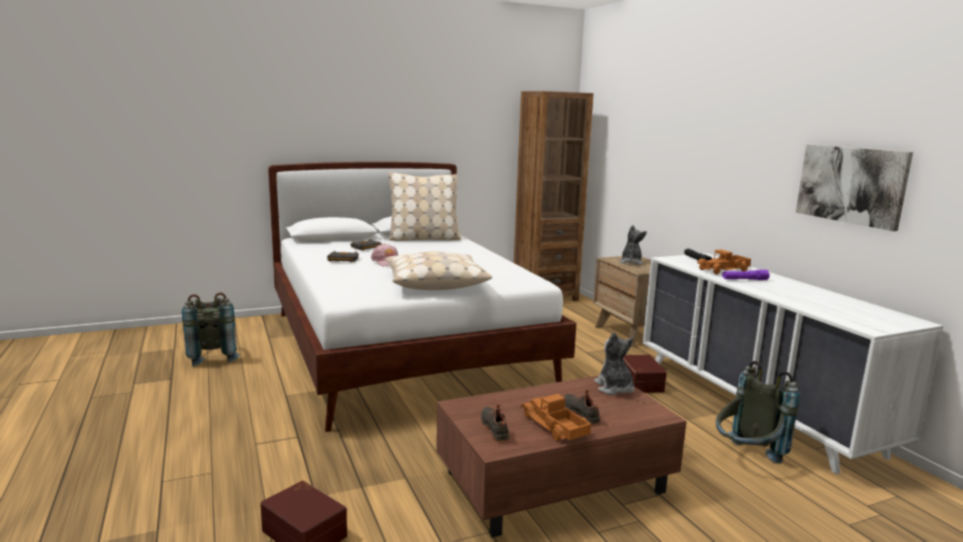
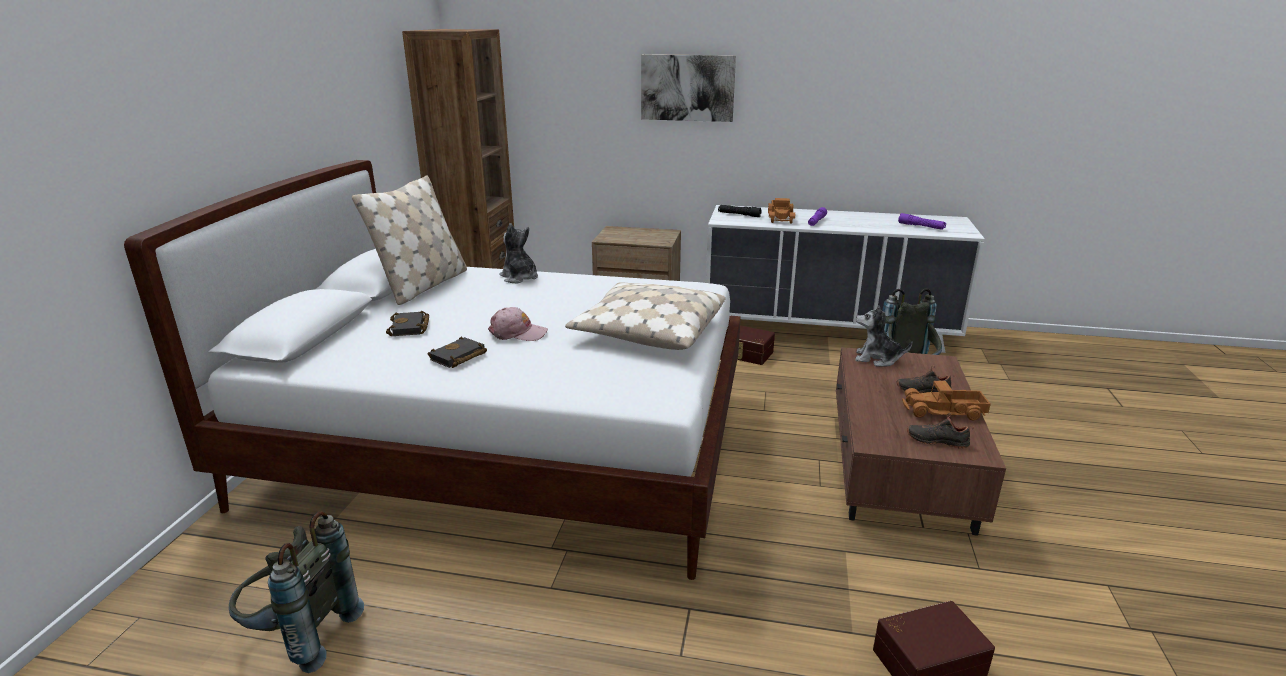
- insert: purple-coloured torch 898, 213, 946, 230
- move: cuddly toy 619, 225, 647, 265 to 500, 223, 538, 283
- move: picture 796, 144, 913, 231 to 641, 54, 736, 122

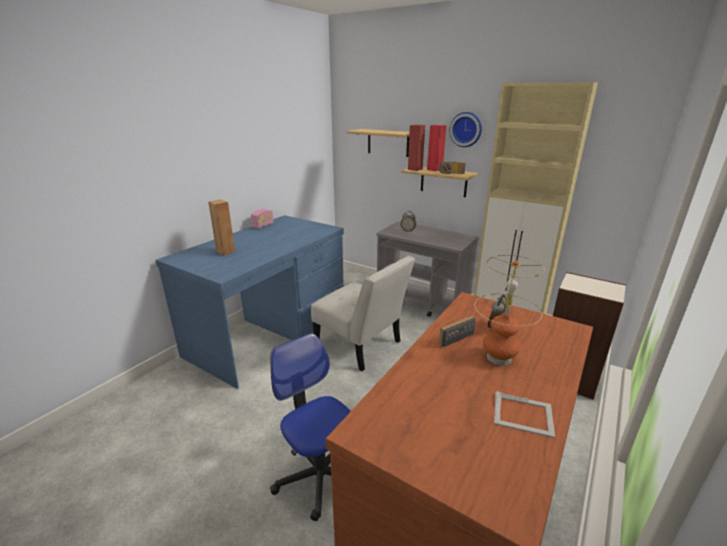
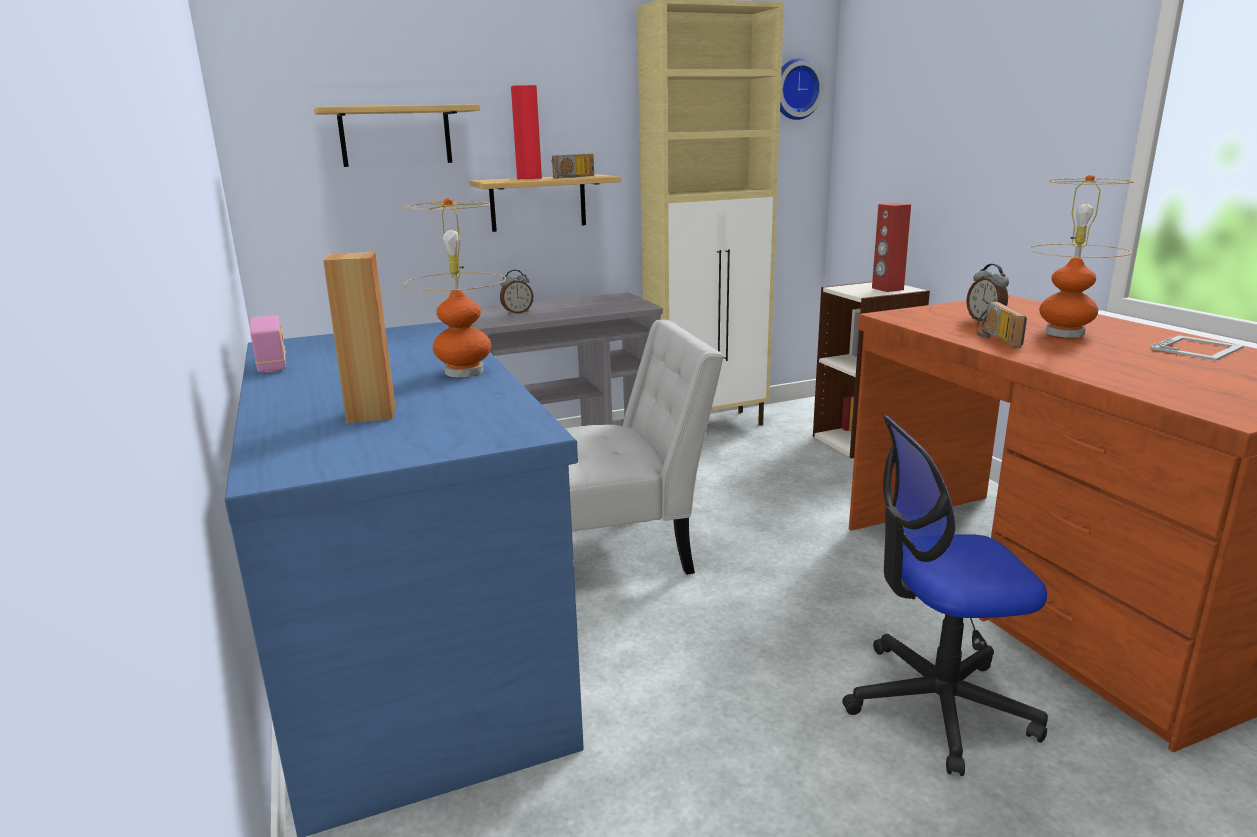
- insert: lamp for a table 404, 198, 506, 378
- move: reddish speaker 408, 124, 425, 171 to 872, 203, 911, 292
- move: hanging clock 450, 112, 482, 147 to 780, 58, 824, 120

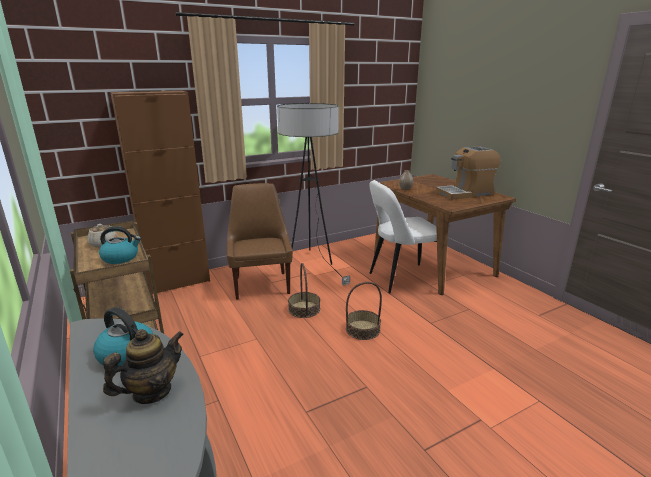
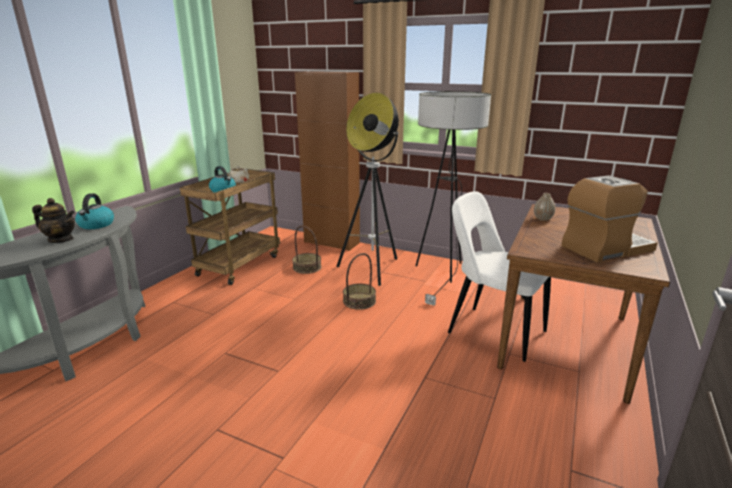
- move: household basket 346, 282, 382, 340 to 292, 226, 321, 274
- replace: brown-coloured chair 227, 183, 293, 300 to standard lamp 337, 93, 399, 286
- rotate: coffee maker 435, 146, 500, 200 = 561, 175, 657, 262 120 degrees clockwise

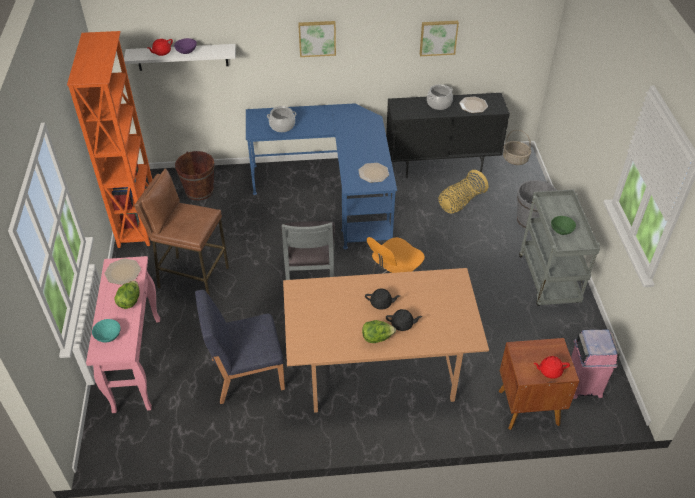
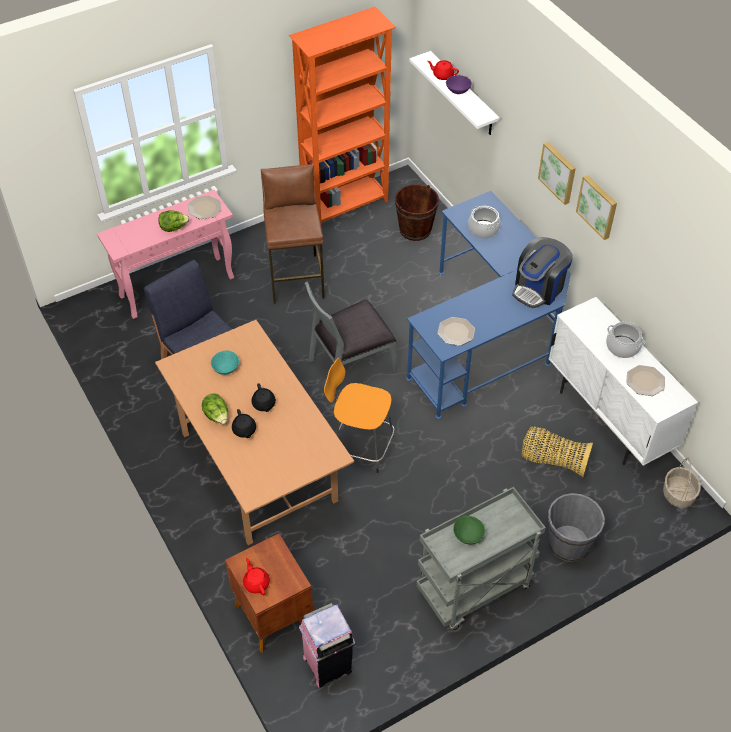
- insert: coffee maker 512, 237, 573, 308
- move: turquoise-coloured serving bowl 92, 319, 121, 342 to 211, 350, 239, 375
- move: picture 420, 21, 459, 56 to 576, 175, 617, 240
- recolor: black-coloured storage cabinet 386, 93, 510, 178 to white storage cabinet 549, 297, 698, 466

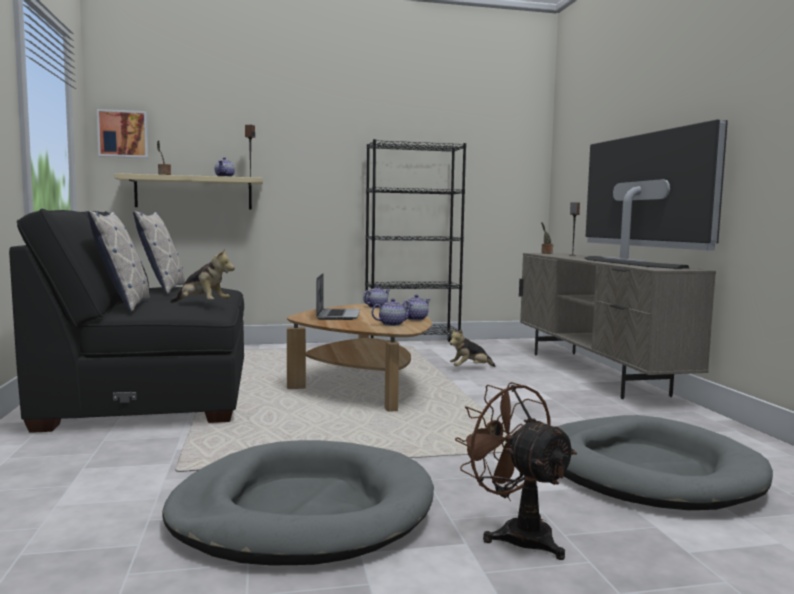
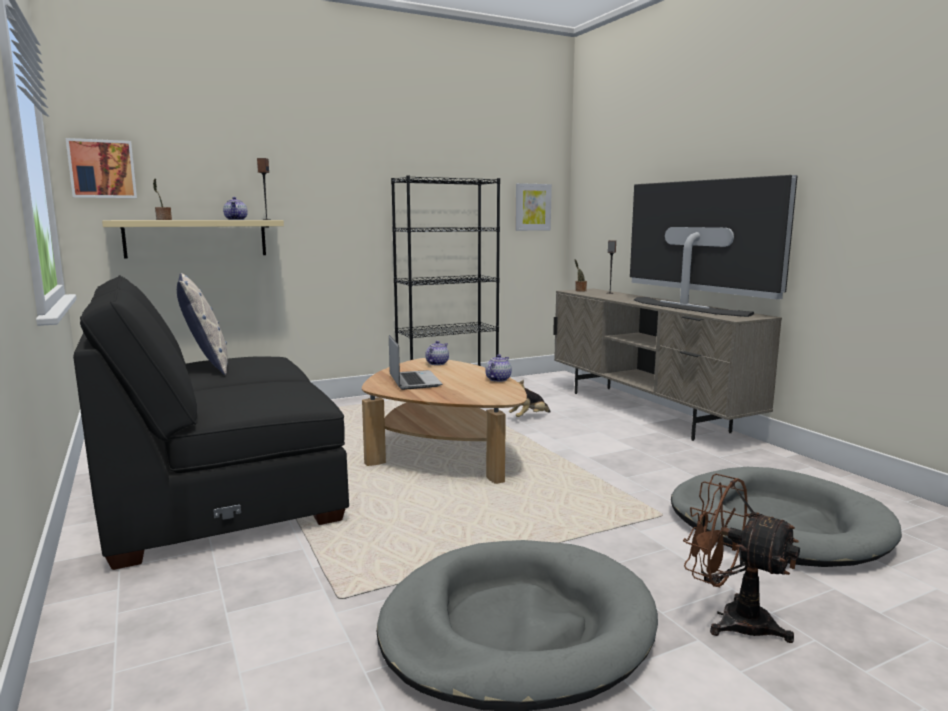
- delete: throw pillow 88, 211, 150, 311
- delete: cuddly toy 170, 248, 235, 303
- delete: pot for tea 372, 299, 412, 326
- insert: picture 515, 183, 552, 231

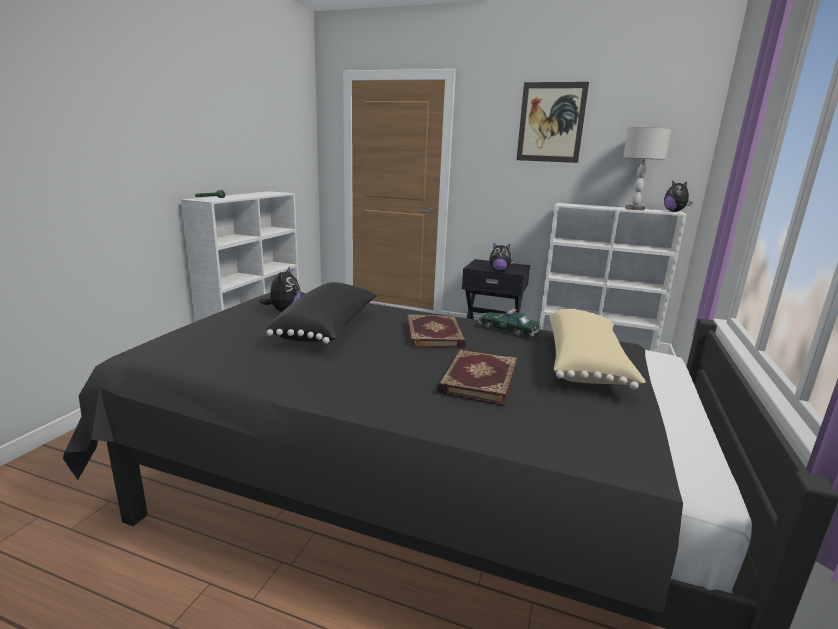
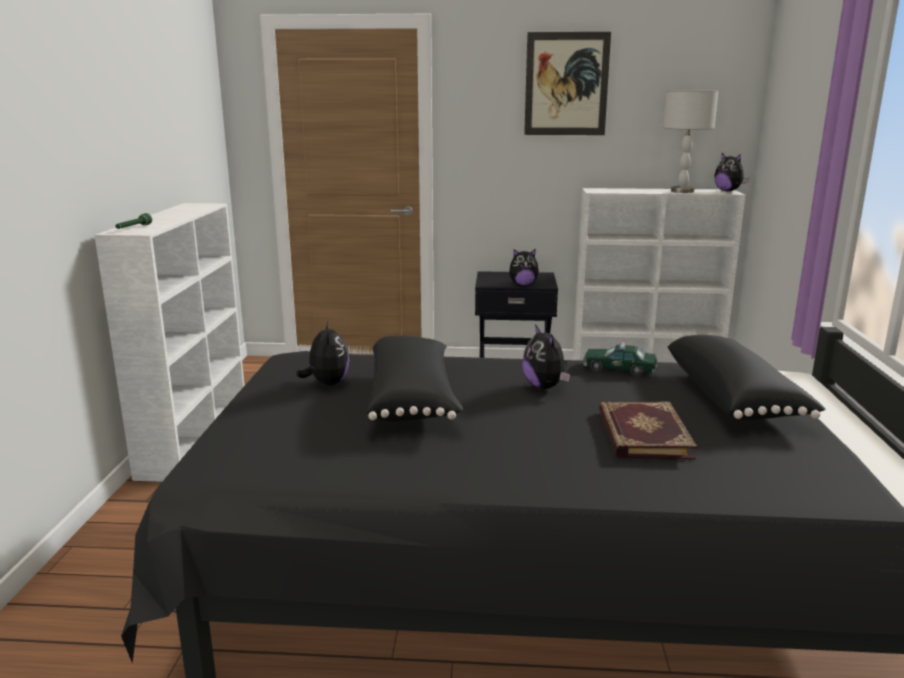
- replace: volume 407, 314, 466, 349 to cuddly toy 522, 324, 570, 389
- recolor: beige throw pillow 549, 309, 646, 389 to black-coloured throw pillow 667, 335, 825, 420

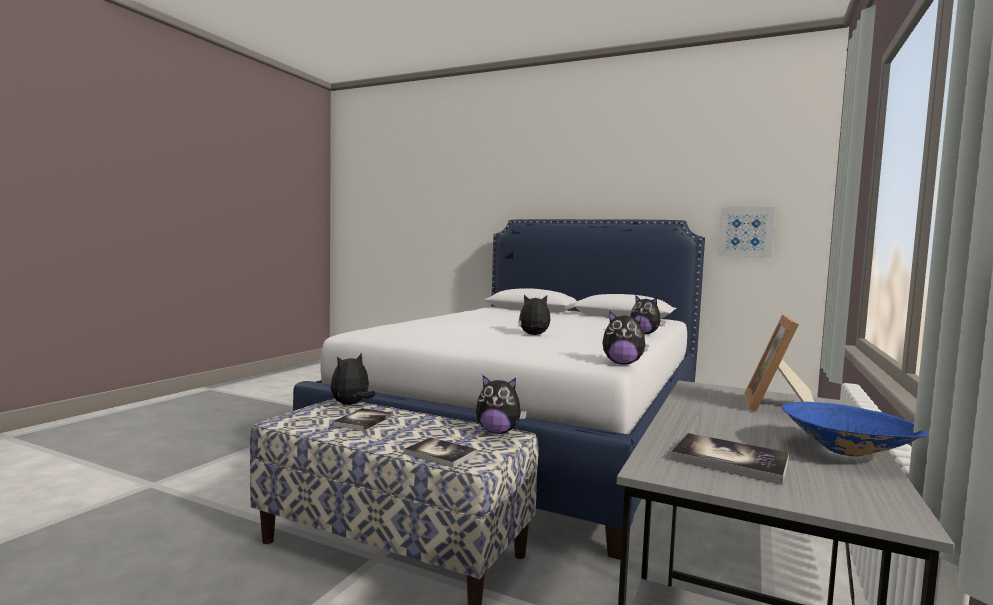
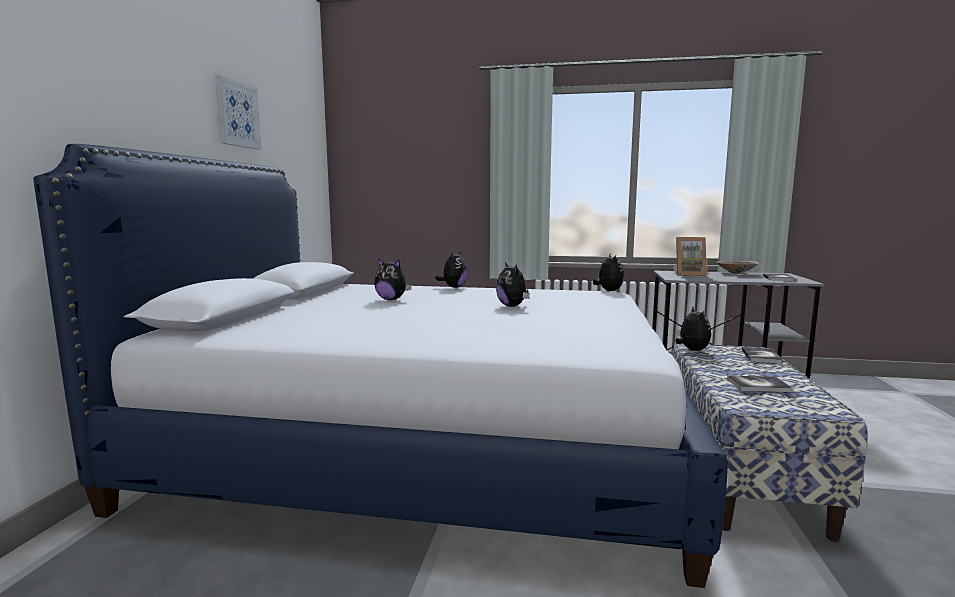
- move: cuddly toy 331, 353, 375, 405 to 374, 258, 412, 300
- move: picture 718, 207, 775, 258 to 215, 75, 262, 150
- recolor: bluish serving bowl 782, 402, 927, 457 to beige serving bowl 716, 261, 759, 274

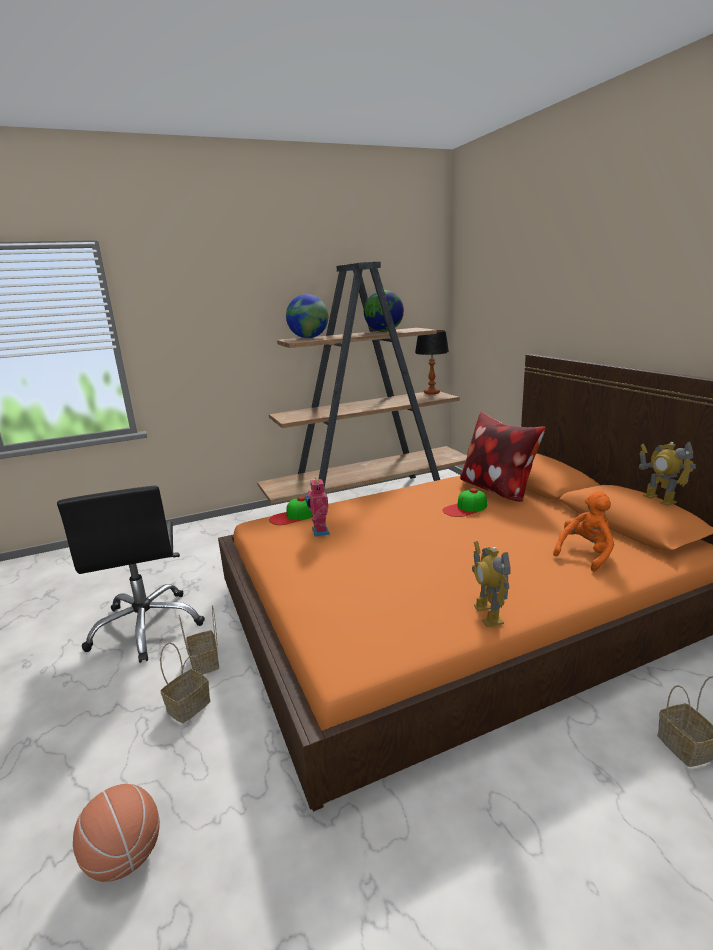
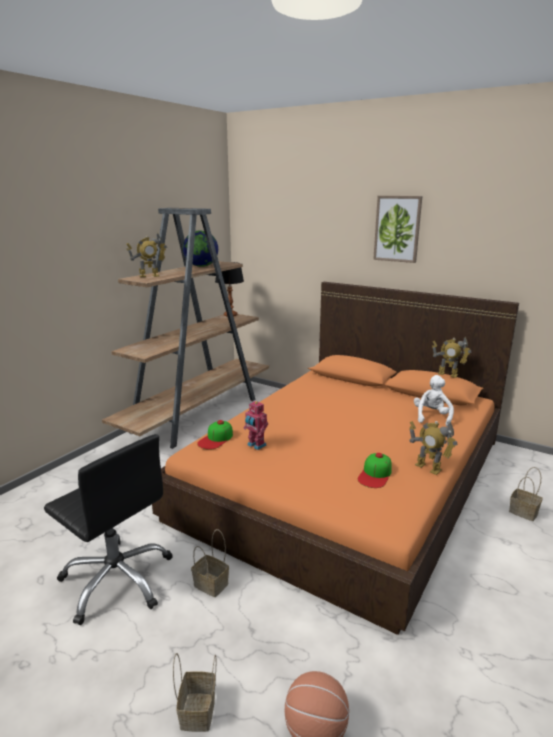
- delete: throw pillow 460, 412, 546, 502
- insert: picture 373, 196, 422, 263
- move: household basket 160, 643, 210, 723 to 173, 653, 216, 732
- move: peaked cap 442, 488, 487, 517 to 358, 453, 392, 488
- replace: desk globe 286, 294, 328, 338 to model robot 126, 233, 167, 277
- recolor: orangey cuddly toy 553, 491, 614, 572 to white cuddly toy 414, 375, 454, 427

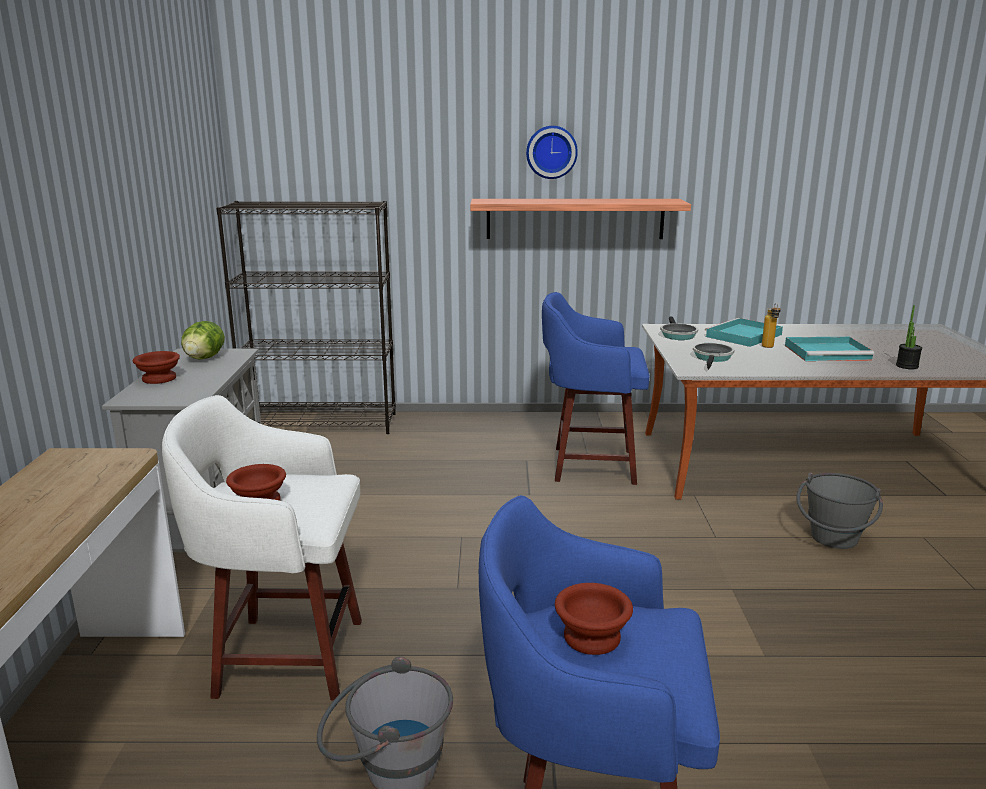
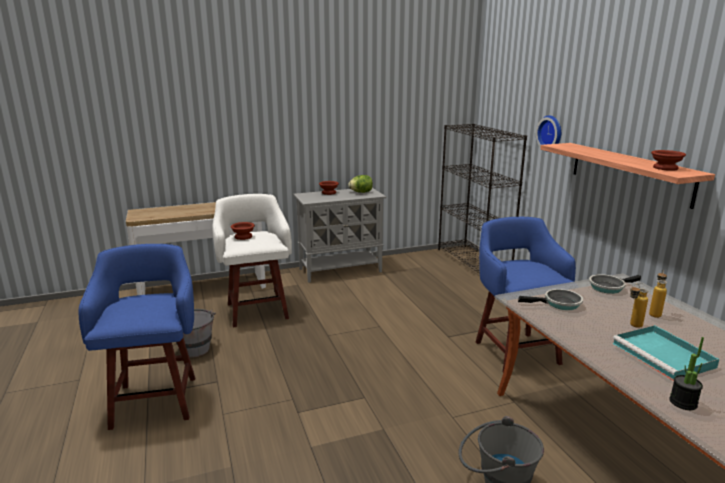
- move: hanging clock 526, 126, 578, 179 to 536, 115, 561, 152
- move: brown-coloured serving bowl 555, 583, 633, 655 to 651, 150, 686, 171
- replace: turquoise-coloured tray 705, 318, 783, 347 to beverage bottle 649, 270, 667, 318

